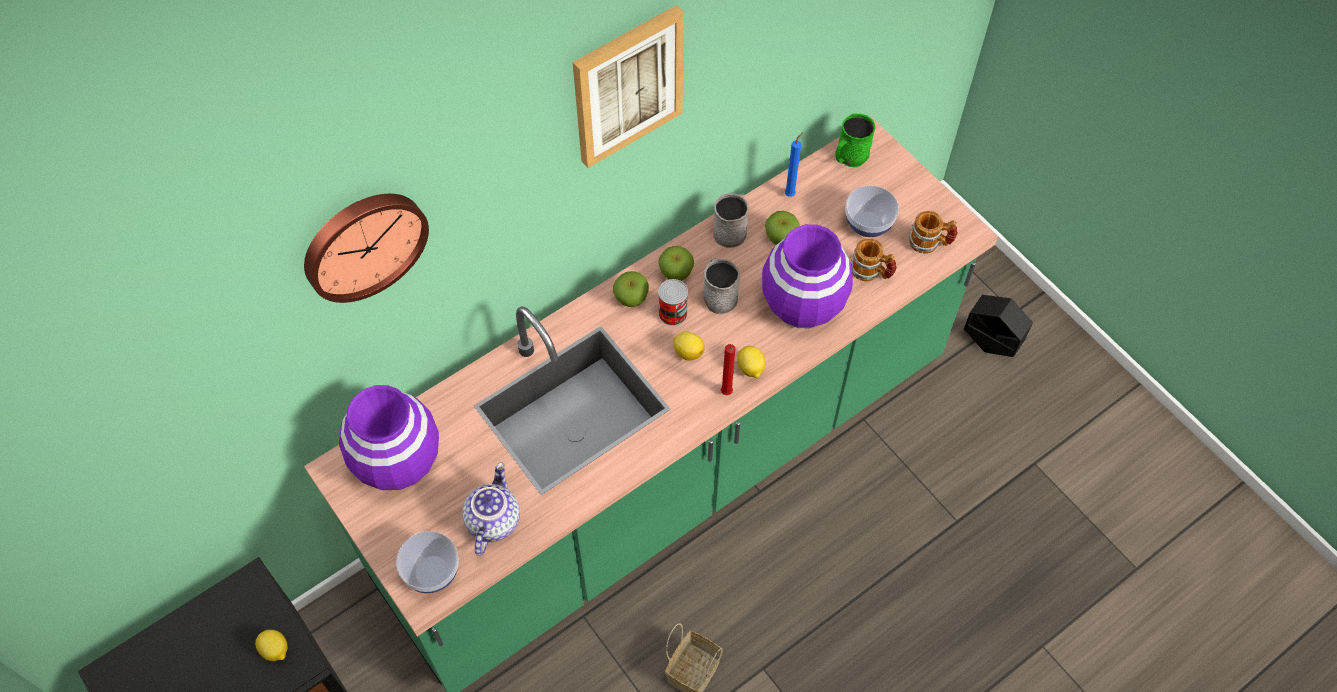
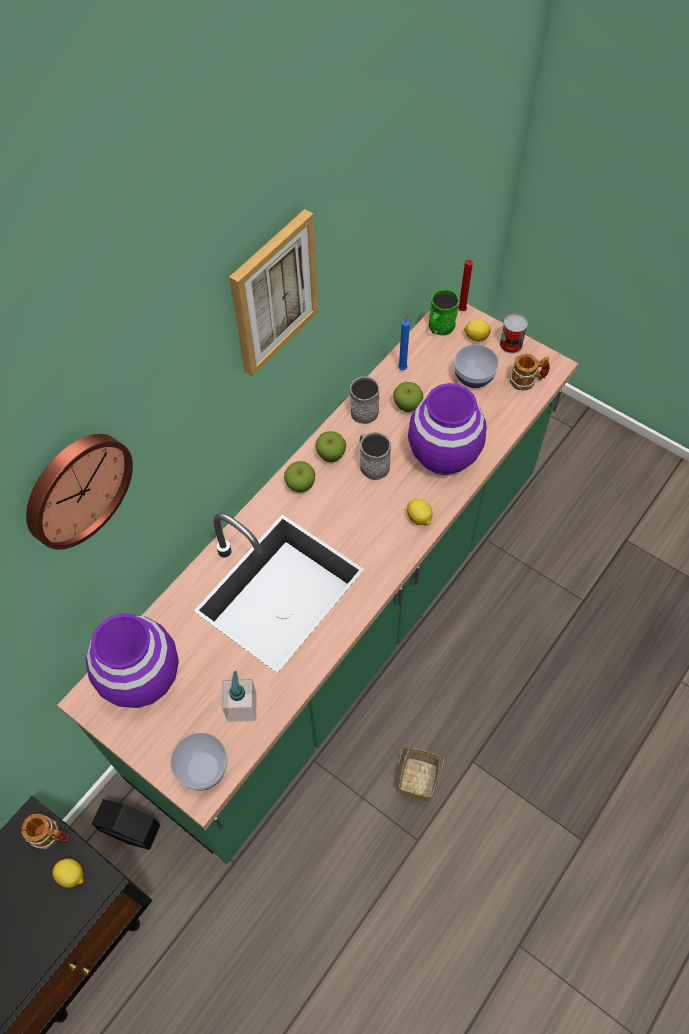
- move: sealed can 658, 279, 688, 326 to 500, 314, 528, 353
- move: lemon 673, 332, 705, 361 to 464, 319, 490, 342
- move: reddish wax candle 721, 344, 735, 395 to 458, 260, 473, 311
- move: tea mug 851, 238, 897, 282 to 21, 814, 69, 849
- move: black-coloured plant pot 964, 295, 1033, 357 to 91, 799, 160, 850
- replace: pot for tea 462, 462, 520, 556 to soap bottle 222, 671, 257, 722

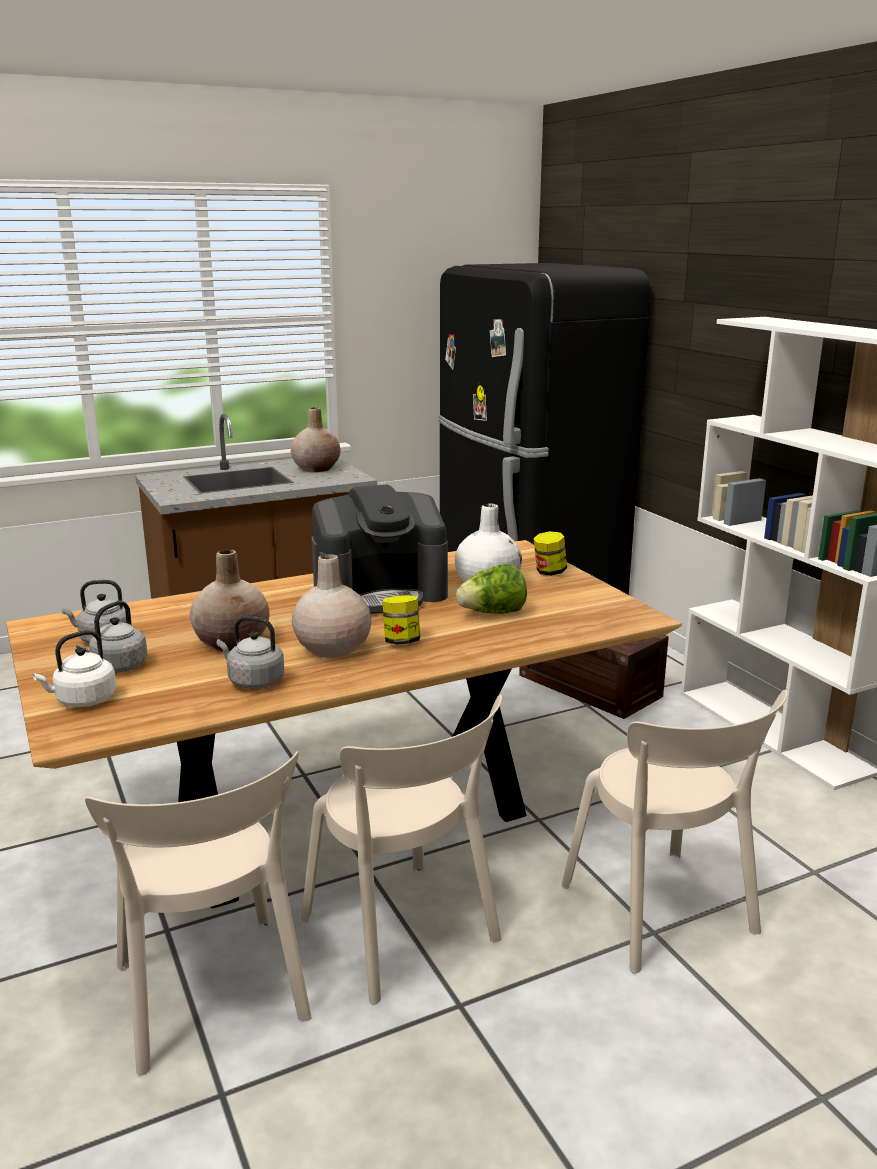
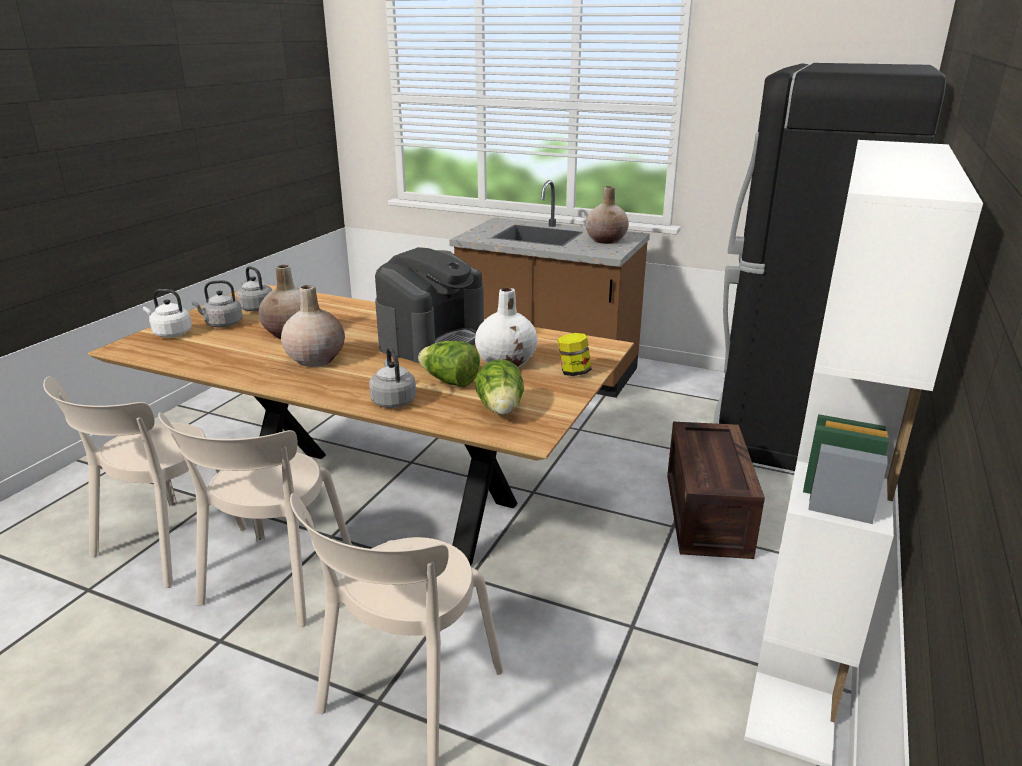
- delete: preserve jar 382, 595, 420, 644
- insert: lettuce head 475, 359, 524, 415
- move: gray water kettle 217, 616, 284, 689 to 369, 347, 416, 408
- rotate: coffee maker 312, 485, 448, 614 = 375, 247, 484, 363 90 degrees counterclockwise

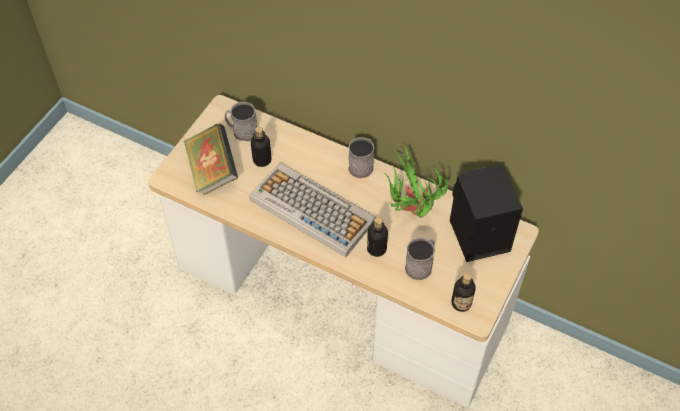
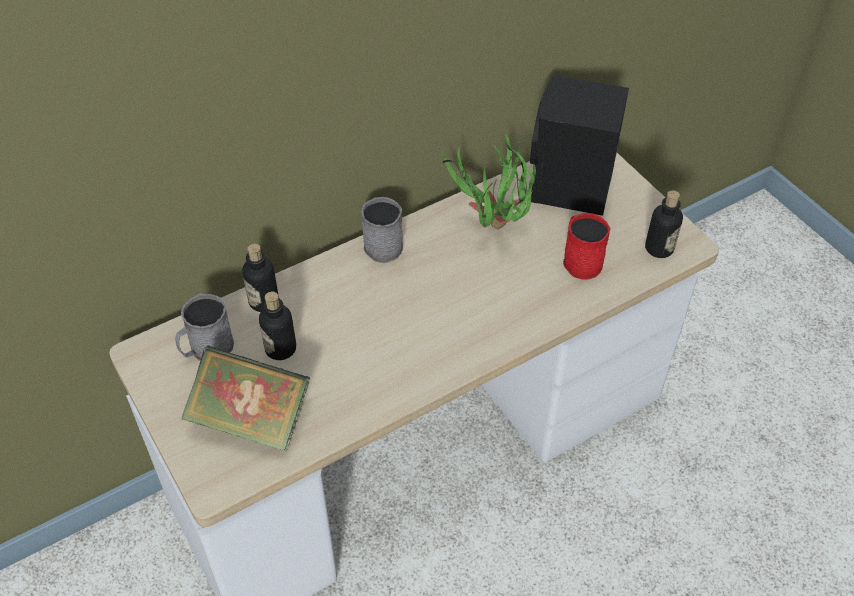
- delete: computer keyboard 249, 163, 377, 257
- move: beverage bottle 367, 217, 388, 257 to 242, 244, 278, 312
- recolor: gray tea mug 405, 237, 435, 280 to reddish tea mug 563, 213, 611, 280

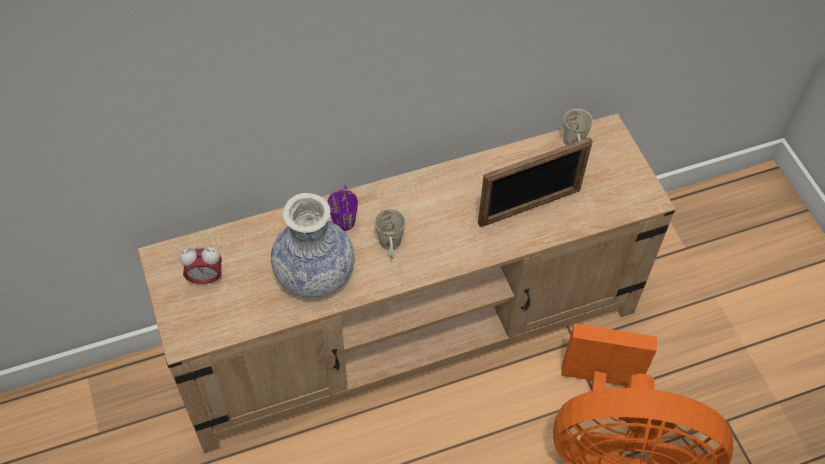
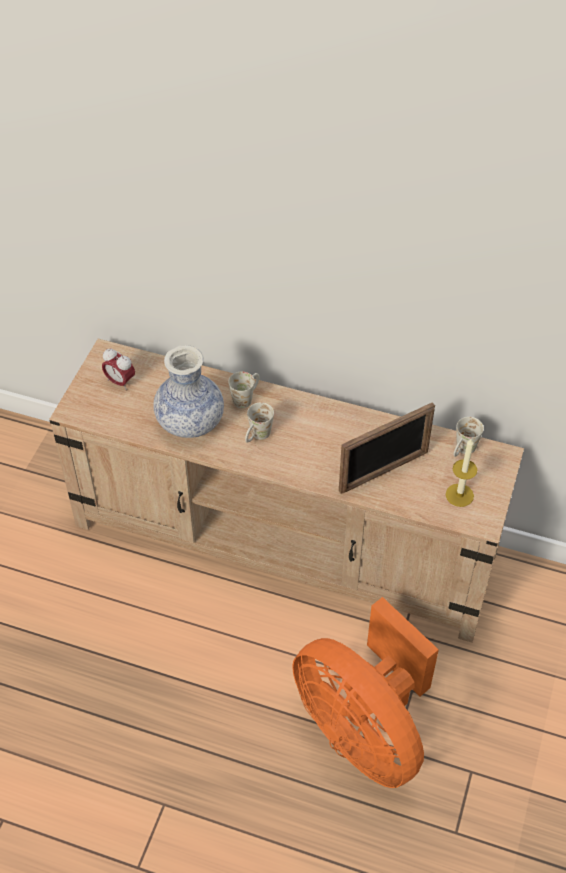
- insert: wax candle 446, 439, 477, 507
- recolor: purple-coloured tea mug 327, 185, 358, 231 to white tea mug 228, 372, 260, 408
- rotate: picture frame 478, 137, 593, 227 = 339, 402, 435, 494 45 degrees counterclockwise

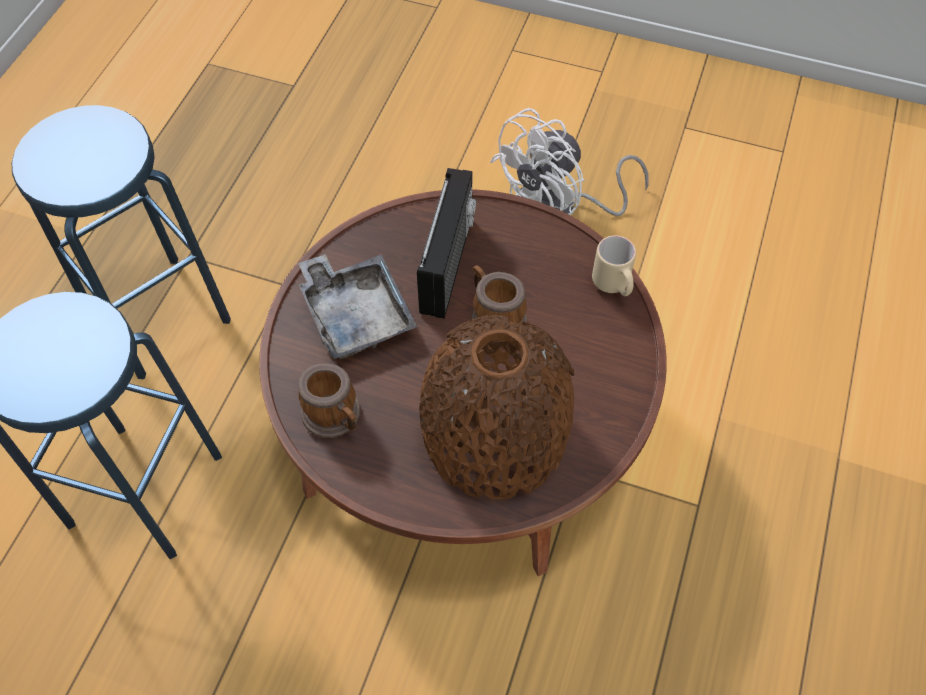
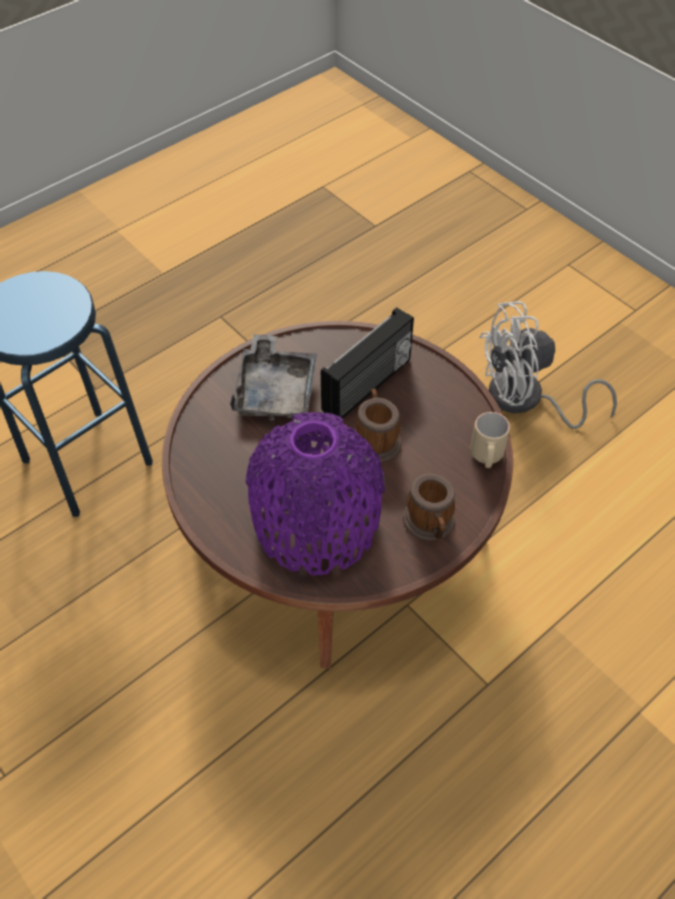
- delete: bluish sitting stool 12, 105, 231, 379
- move: tea mug 298, 363, 360, 438 to 403, 474, 455, 541
- recolor: brown-coloured flower vase 419, 315, 574, 500 to purple-coloured flower vase 246, 412, 385, 576

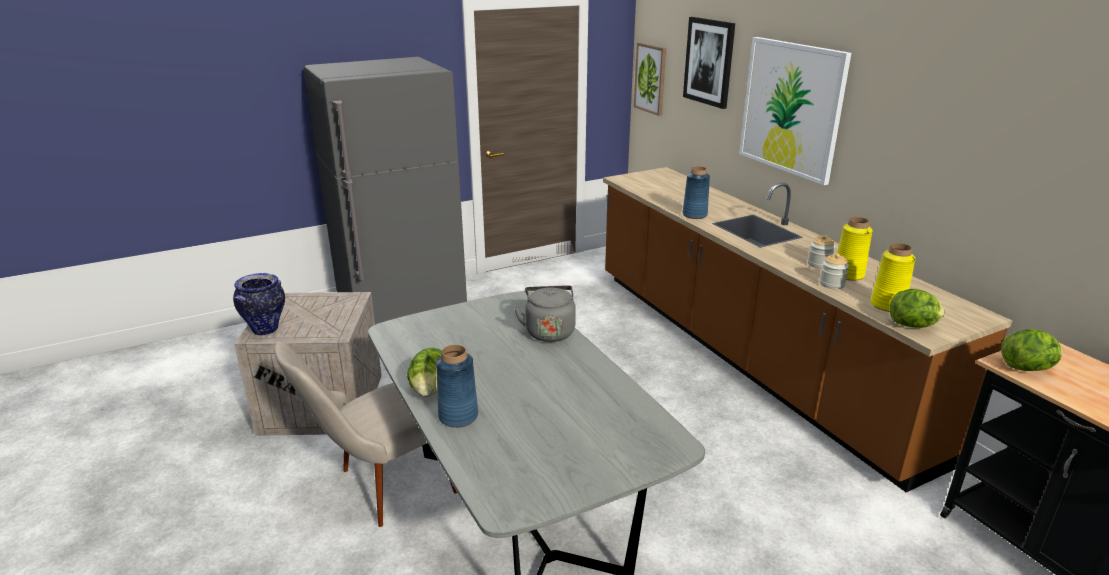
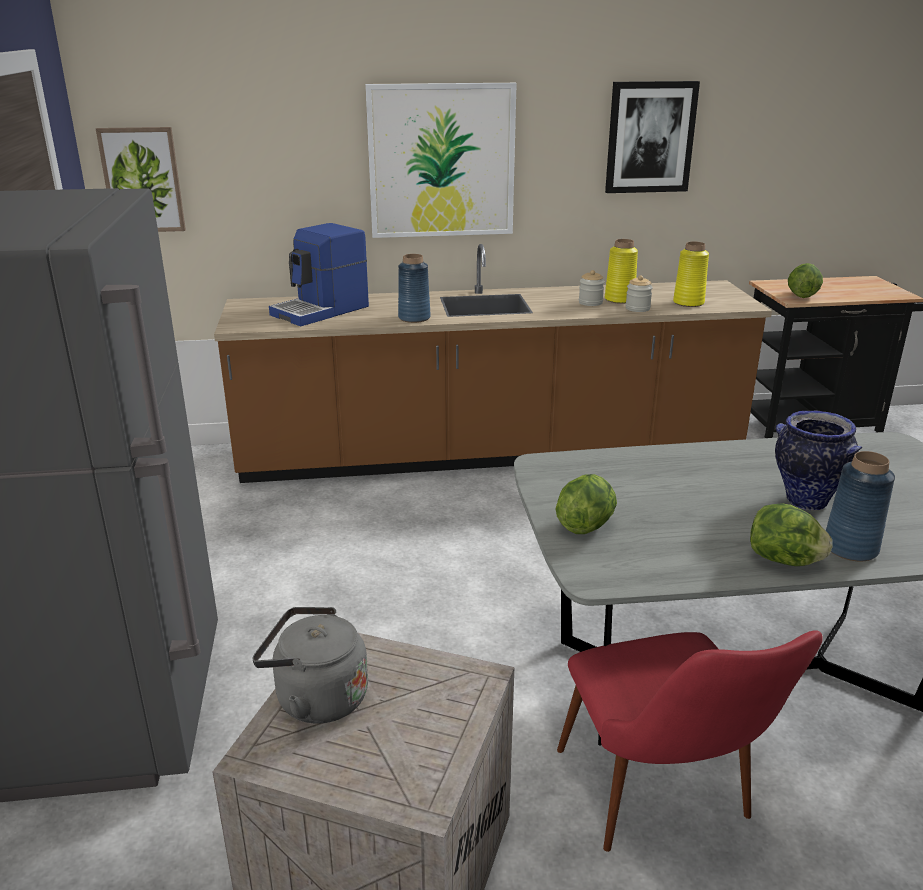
- insert: coffee maker 269, 223, 369, 326
- move: flower vase 233, 273, 285, 335 to 775, 410, 862, 511
- move: gray water kettle 514, 285, 576, 342 to 252, 607, 368, 723
- move: picture 683, 17, 735, 109 to 605, 81, 700, 193
- move: lettuce head 890, 289, 945, 328 to 555, 474, 617, 534
- recolor: beige chair 274, 341, 457, 527 to reddish chair 557, 630, 823, 852

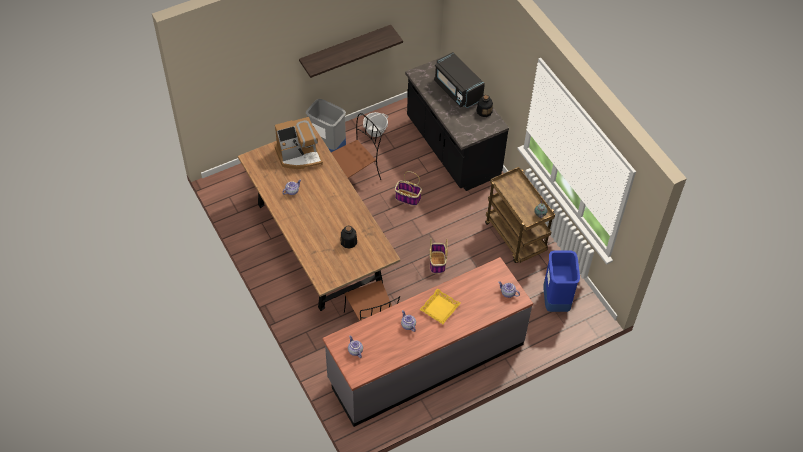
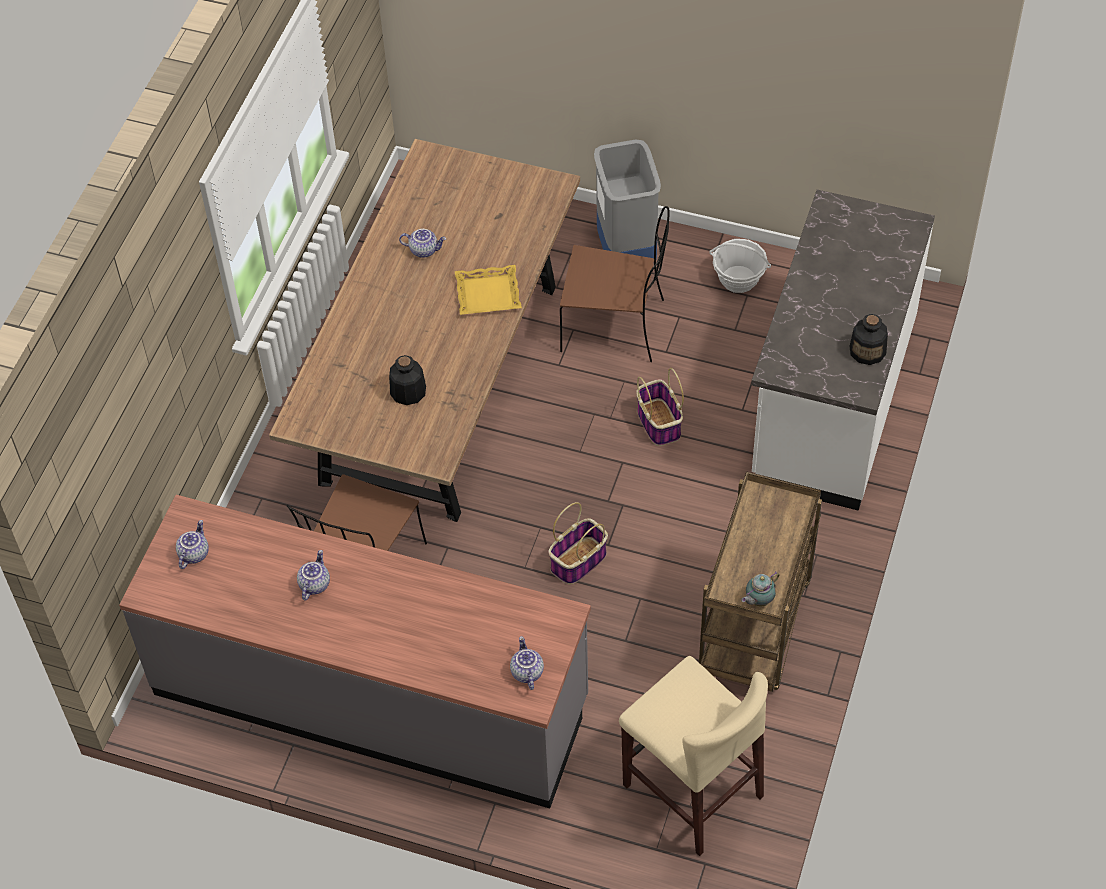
- delete: coffee maker 274, 117, 323, 169
- delete: bracket shelf 299, 25, 403, 78
- delete: black-coloured kitchen microwave 434, 52, 485, 108
- move: yellowish tray 419, 288, 461, 324 to 455, 265, 522, 315
- replace: bluish trash can 543, 251, 580, 312 to beige sitting stool 619, 656, 768, 856
- recolor: black-coloured counter 405, 57, 509, 191 to white counter 751, 190, 935, 511

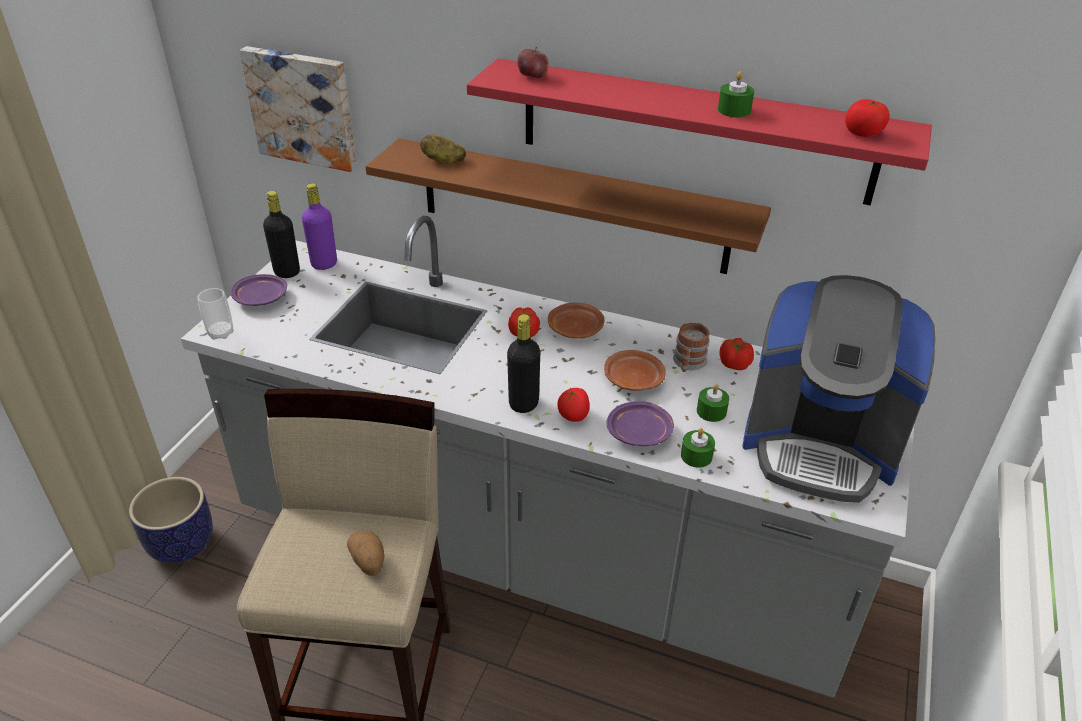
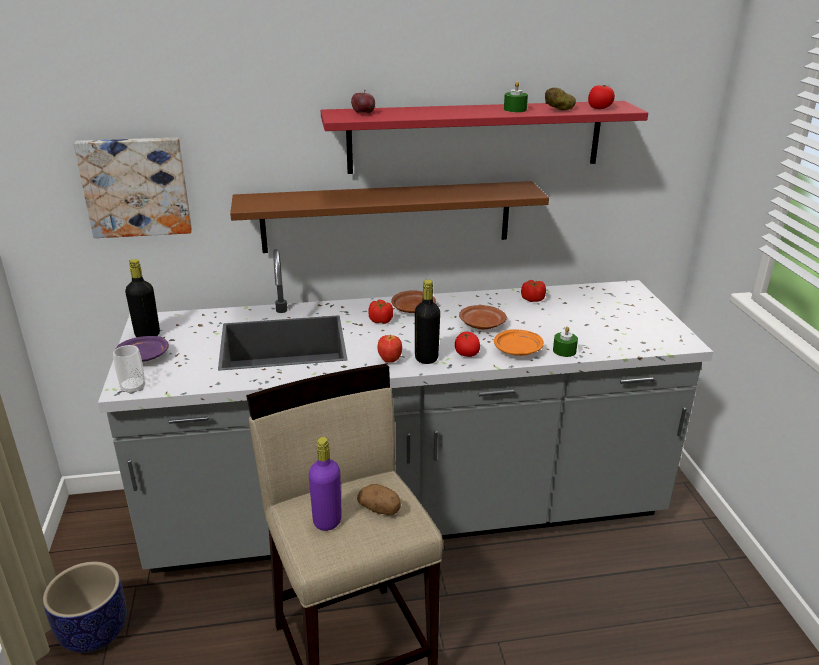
- delete: tea mug 673, 323, 710, 372
- delete: green-coloured wax candle 697, 384, 729, 422
- delete: coffee maker 742, 275, 935, 503
- insert: apple 378, 334, 402, 363
- move: purple-coloured beverage bottle 302, 183, 337, 270 to 309, 437, 342, 531
- move: spud 420, 134, 466, 164 to 545, 88, 576, 110
- recolor: purple-coloured plate 607, 401, 674, 446 to orangey plate 494, 329, 544, 356

